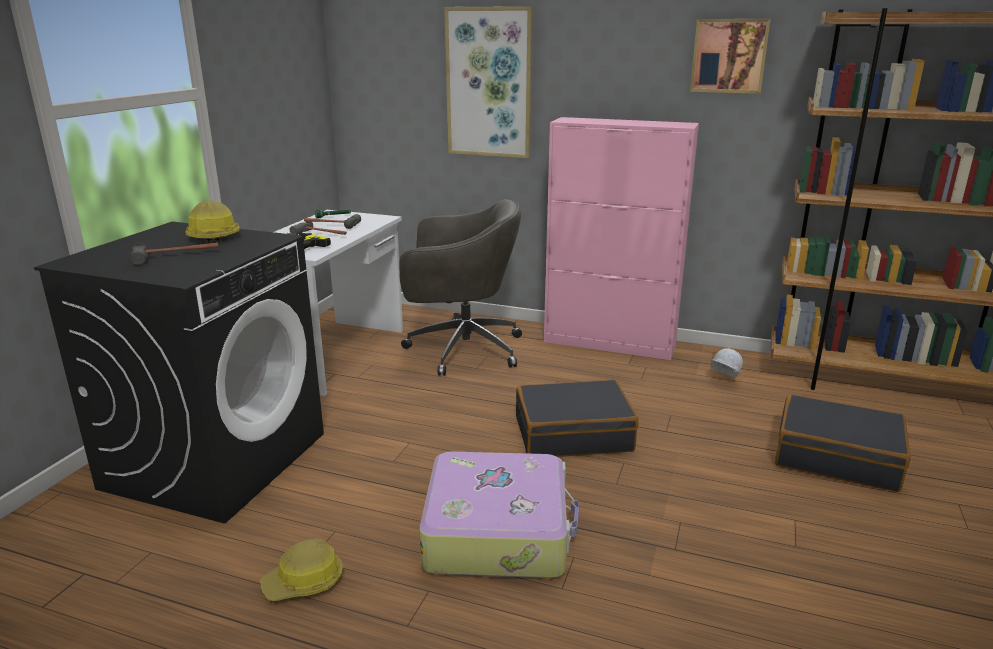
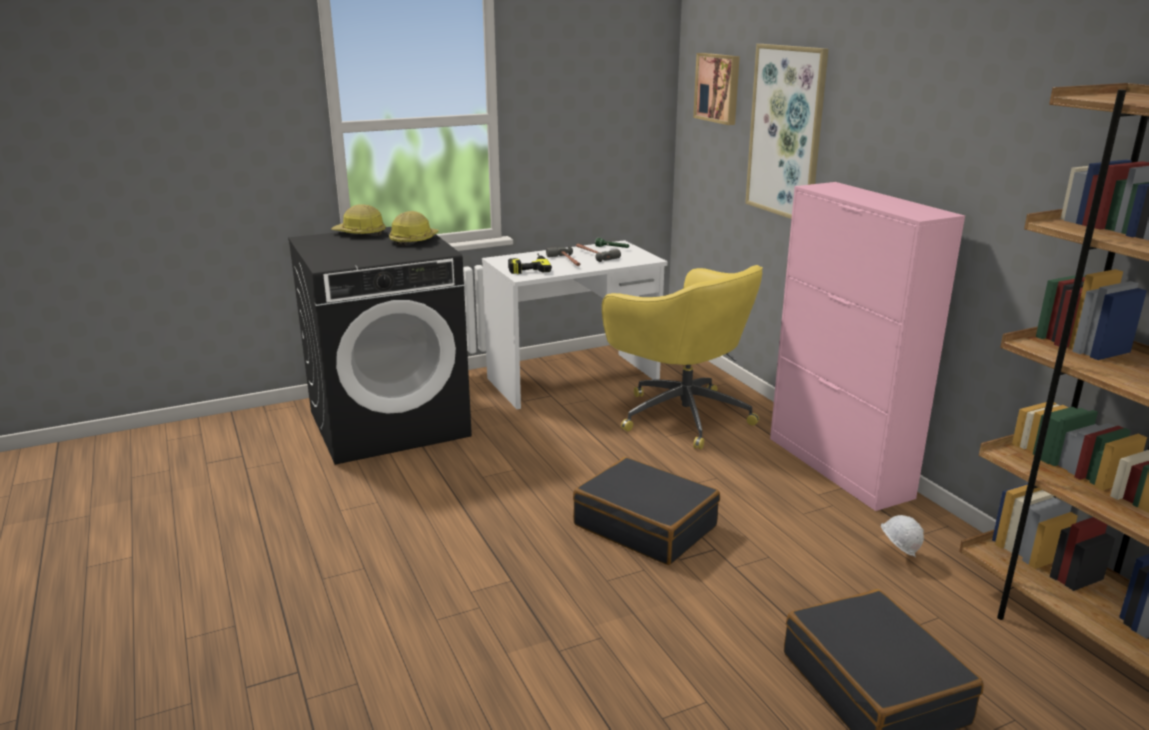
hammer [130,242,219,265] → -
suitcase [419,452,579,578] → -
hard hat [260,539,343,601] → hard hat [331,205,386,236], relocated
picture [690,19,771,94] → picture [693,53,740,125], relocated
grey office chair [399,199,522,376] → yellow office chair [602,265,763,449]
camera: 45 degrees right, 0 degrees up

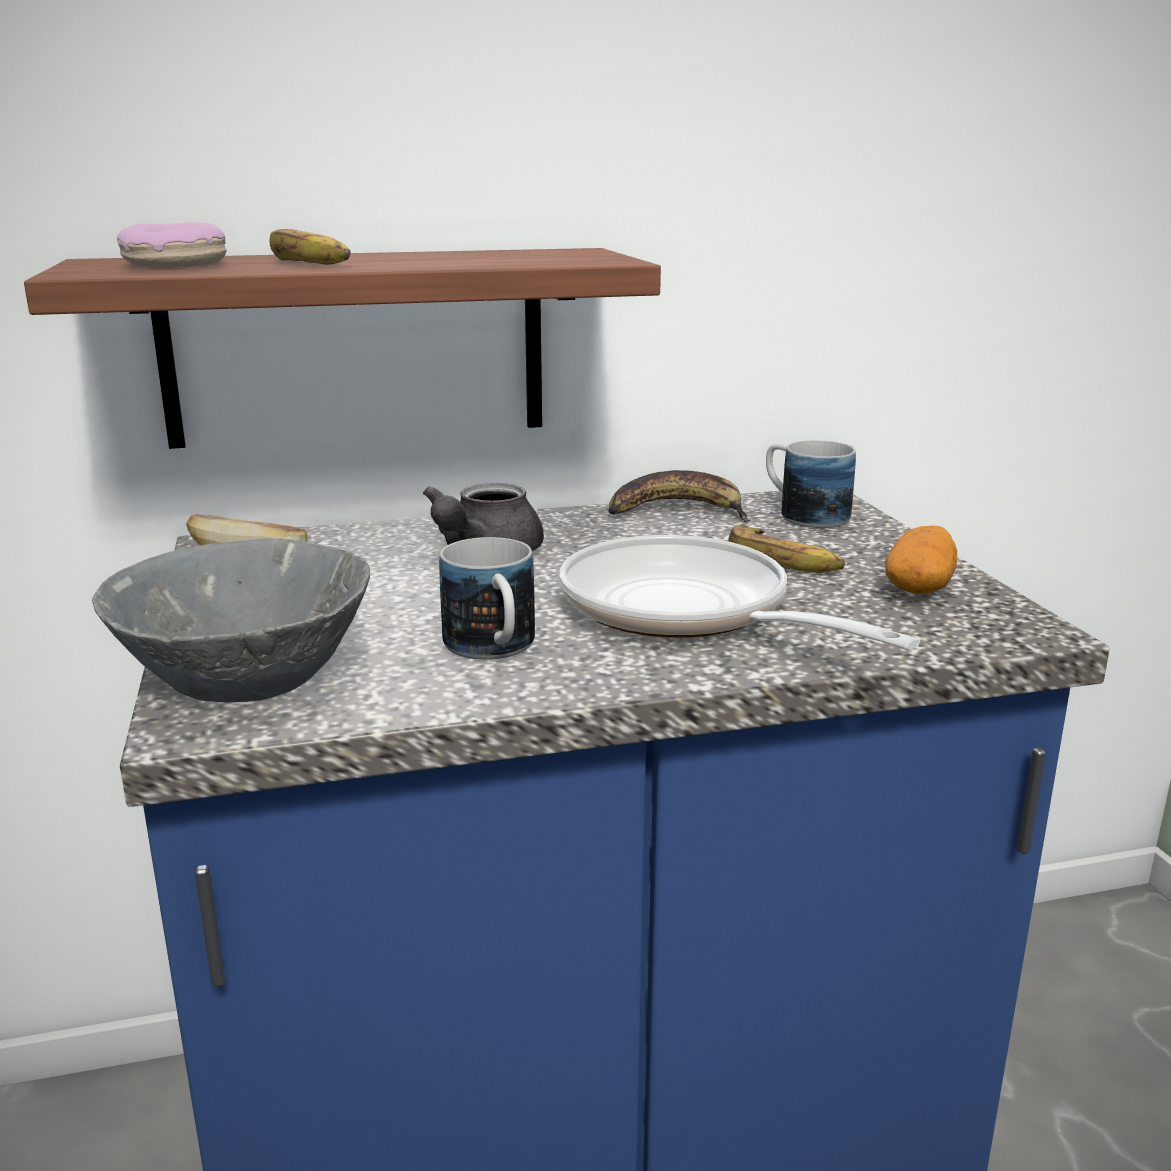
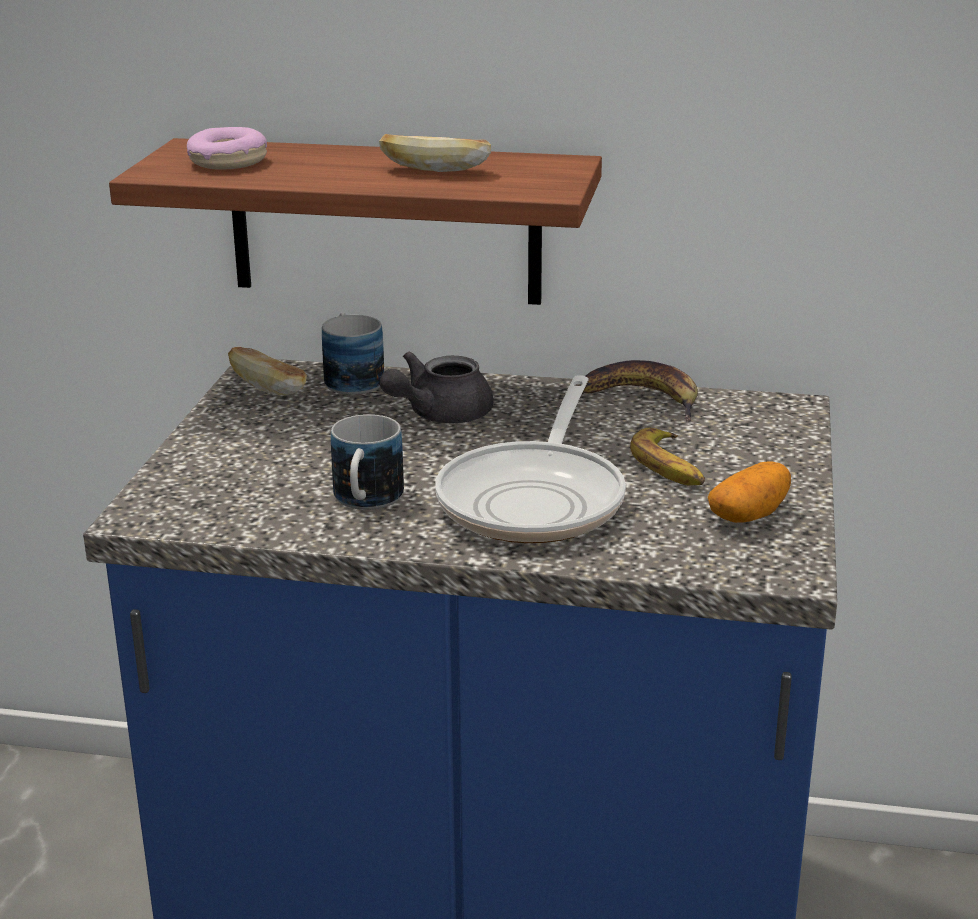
grey bowl [92,538,370,702] → -
banana [270,229,351,265] → -
- → bread [379,134,491,172]
mug [766,440,856,528] → mug [322,313,384,395], relocated
frying pan [559,535,920,650] → frying pan [435,375,626,543], 150 degrees counterclockwise
camera: 25 degrees right, 5 degrees up

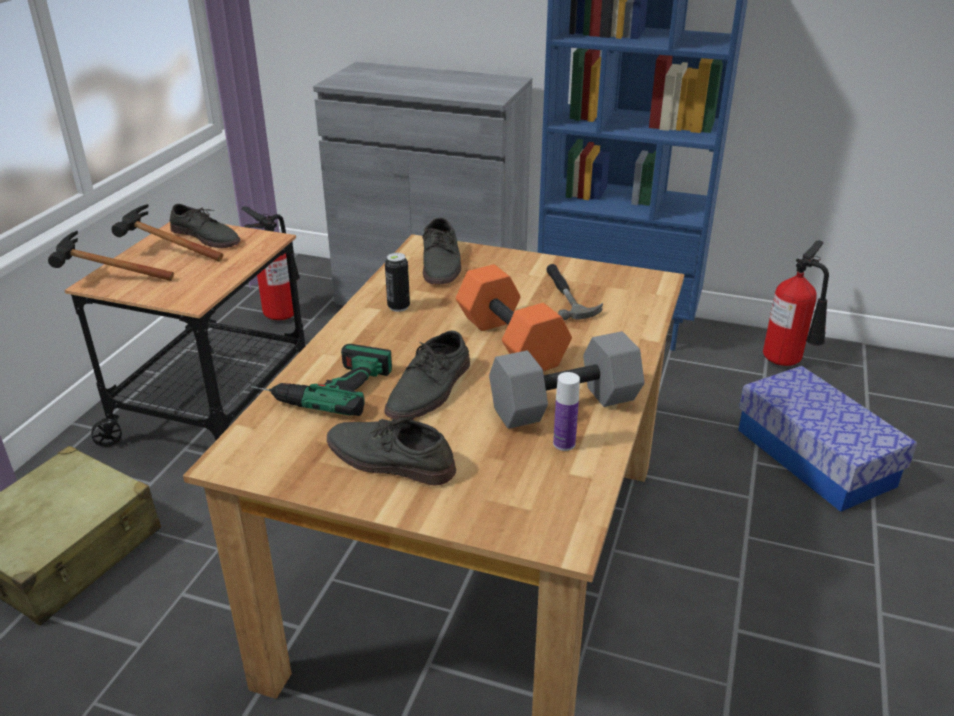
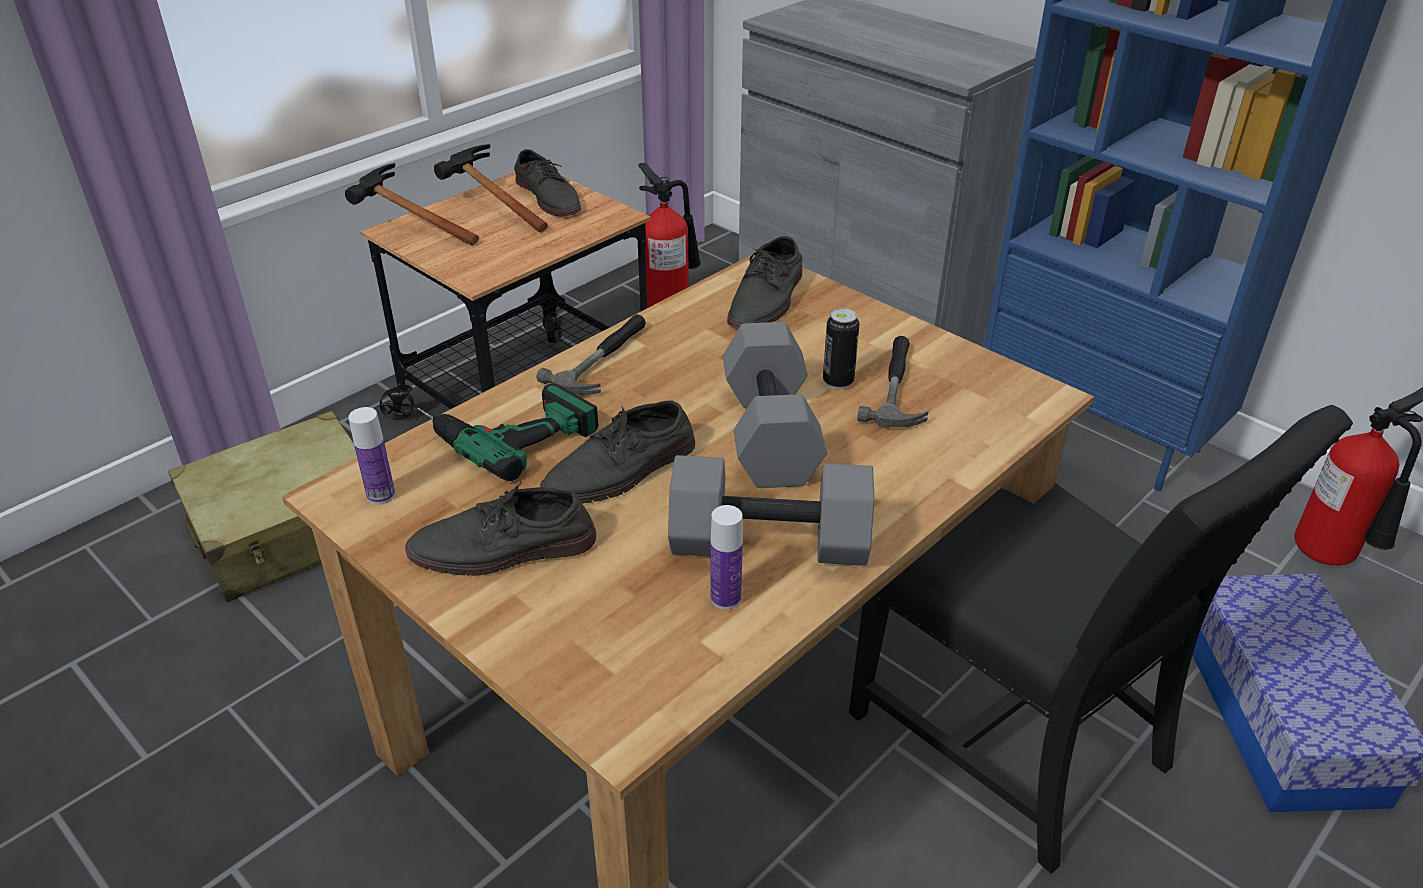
- → bottle [348,407,395,505]
- → hammer [536,314,646,395]
- → black chair [849,405,1353,874]
can [385,253,410,312] → can [823,308,860,389], relocated
orange dumbbell [456,264,572,371] → grey dumbbell [723,322,827,488]
grey shoe [327,416,456,486] → grey shoe [405,482,596,576], 60 degrees counterclockwise
camera: 25 degrees right, 5 degrees up

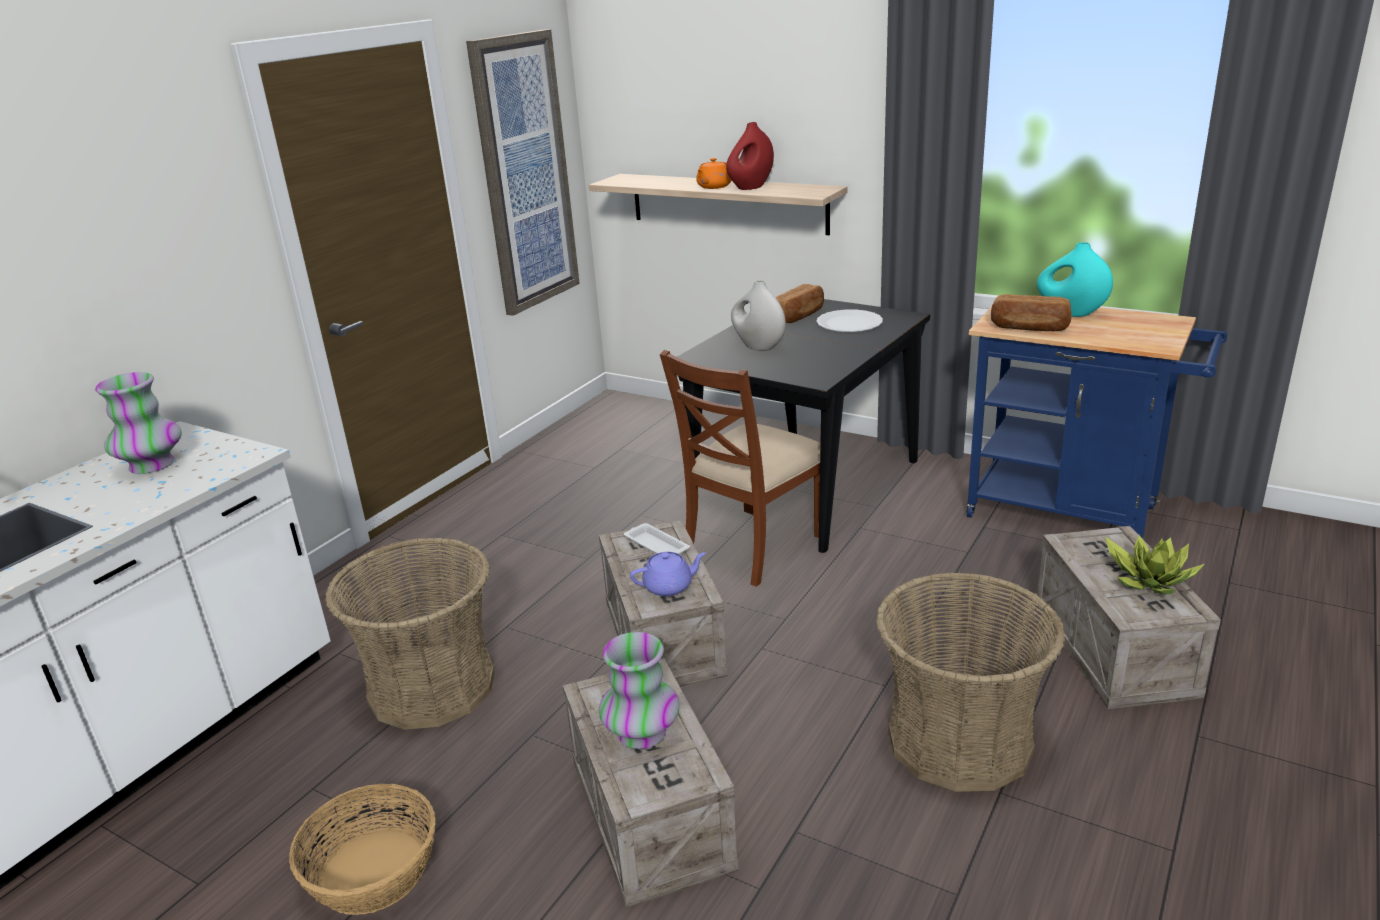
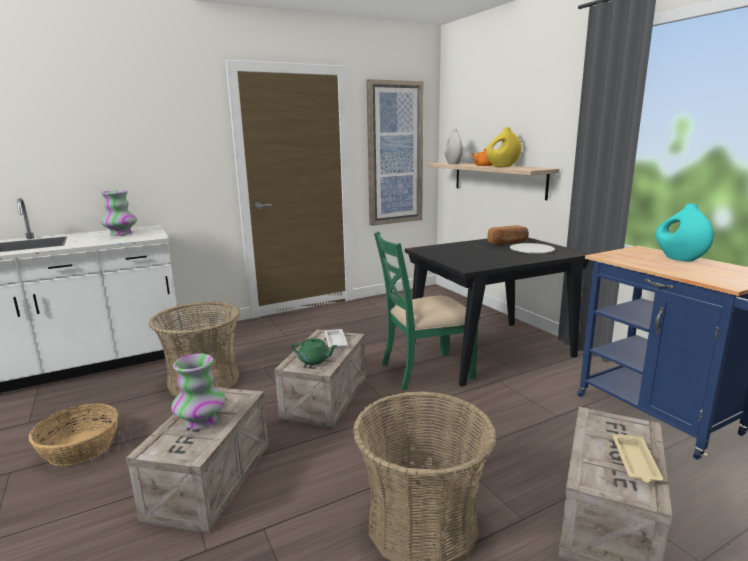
bread [991,294,1072,331] → -
white vase [731,280,786,351] → white vase [445,129,463,164], relocated
potted plant [1105,535,1204,594] → beige tray [613,434,663,483]
purple teapot [630,552,706,596] → green teapot [292,338,338,365]
brown chair [660,350,820,587] → green chair [374,232,479,391]
red vase [726,122,774,190] → yellow vase [486,127,522,167]
camera: 30 degrees right, 10 degrees down

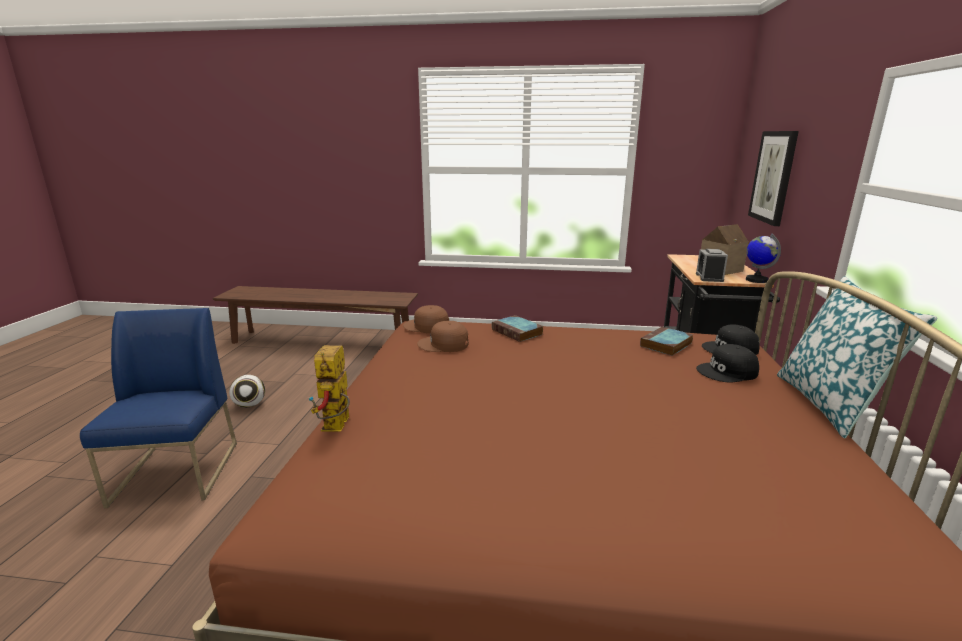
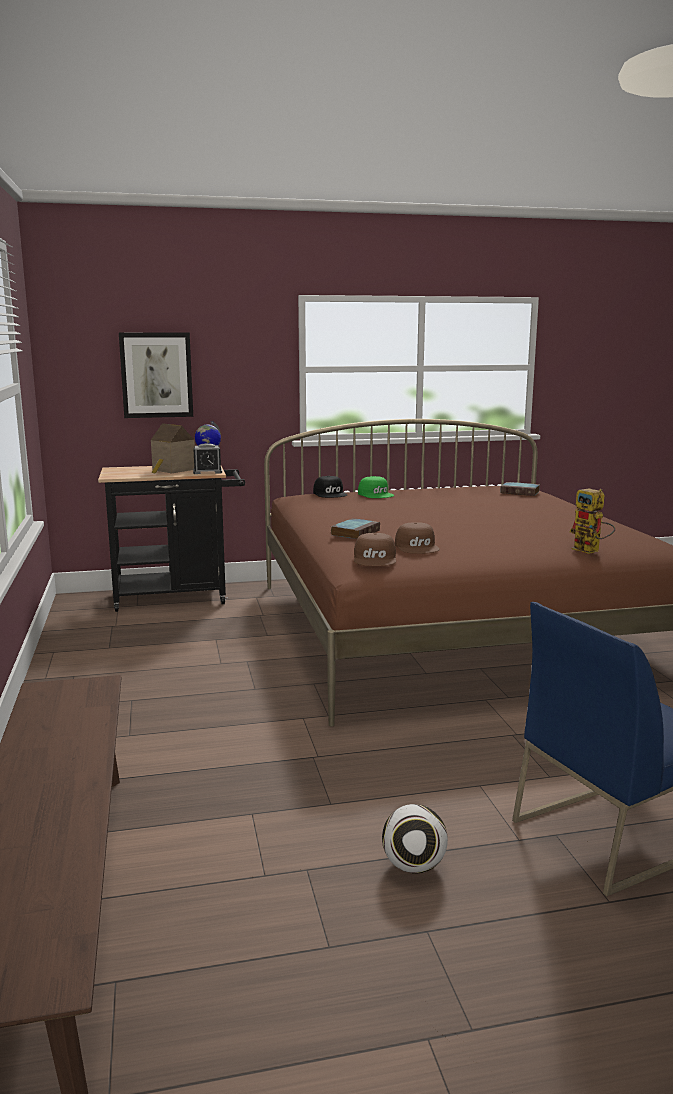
pillow [777,276,938,439] → -
book [640,327,693,356] → book [500,482,540,496], relocated
black cap [696,344,759,382] → green cap [358,476,394,498]
toy robot [309,345,350,431] → toy robot [569,489,615,554], 75 degrees clockwise
camera: 110 degrees left, 5 degrees down

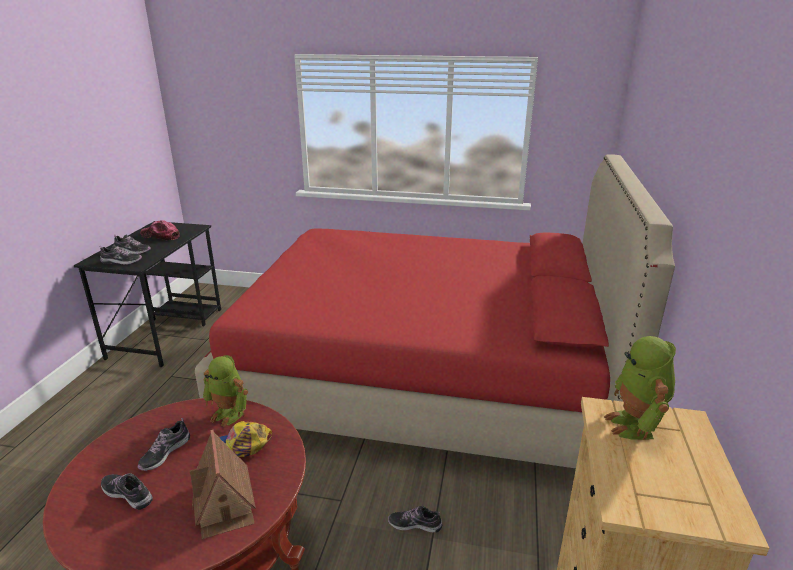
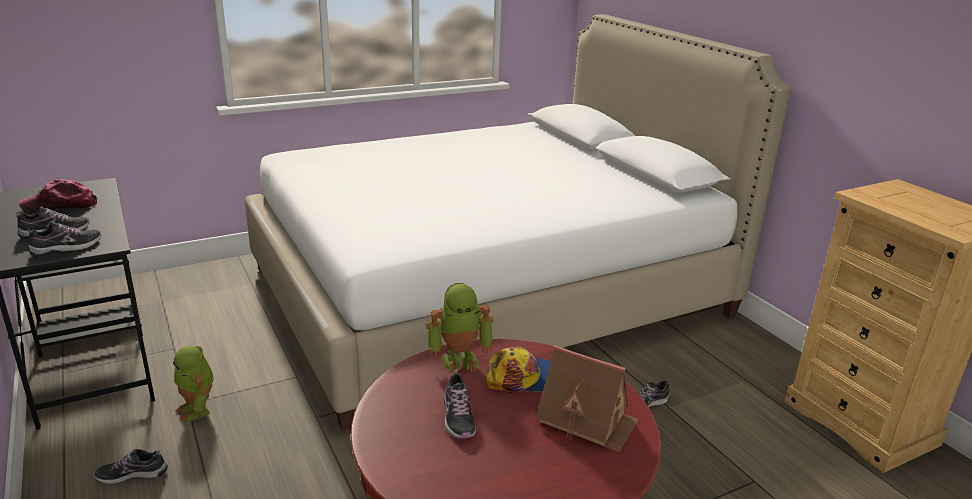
shoe [101,473,153,510] → shoe [94,449,168,484], relocated
toy robot [604,336,676,440] → toy robot [173,346,214,422], relocated
red bed [195,155,675,468] → white bed [245,14,791,430]
cap [219,421,272,457] → cap [485,347,550,393], 135 degrees counterclockwise
camera: 40 degrees left, 0 degrees up

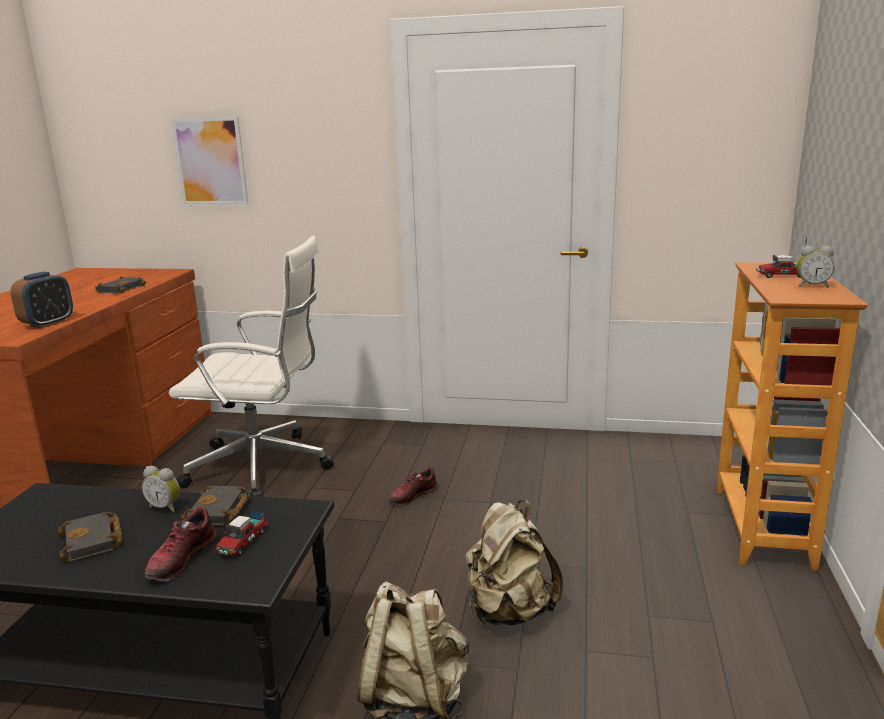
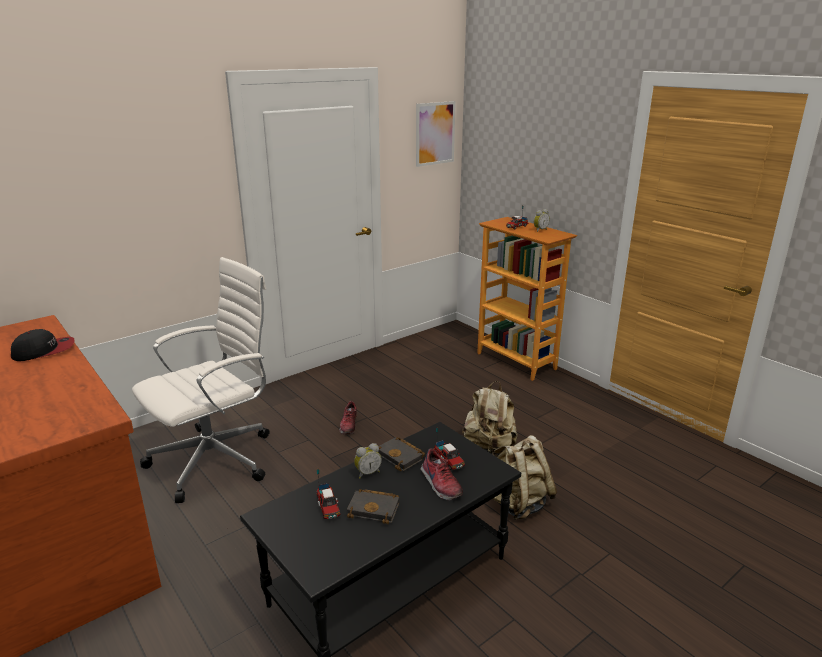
alarm clock [10,272,73,328] → -
- → toy truck [317,470,340,519]
picture [170,116,248,205] → picture [416,101,456,167], relocated
black book [95,276,146,294] → cap [11,329,74,361]
camera: 50 degrees left, 5 degrees up

